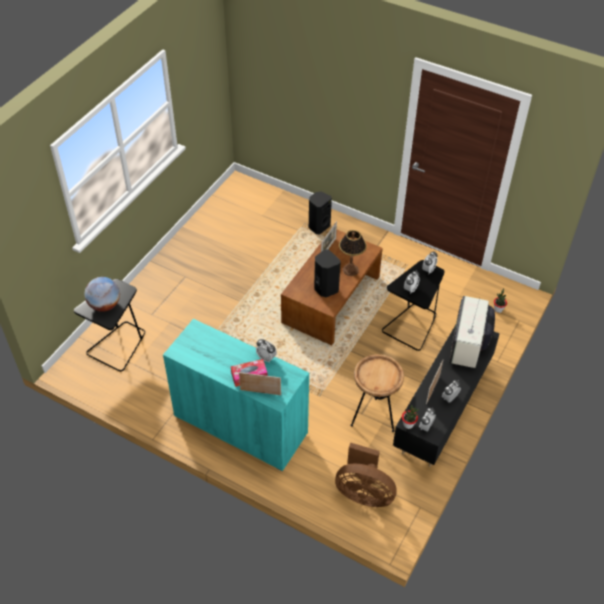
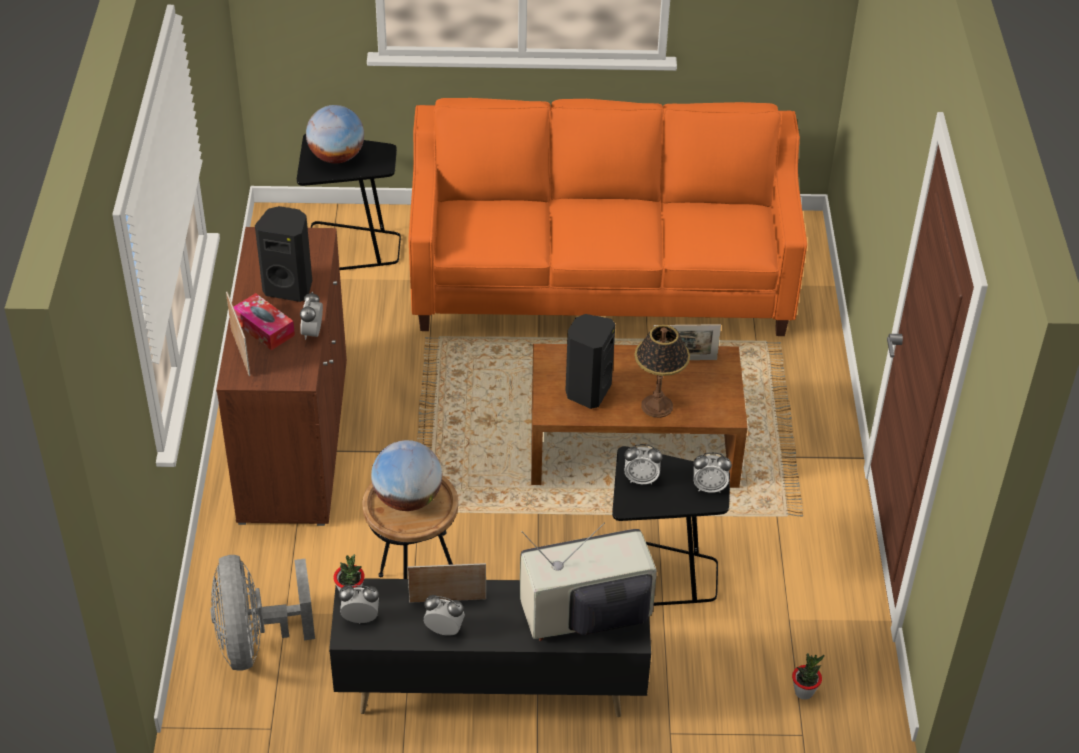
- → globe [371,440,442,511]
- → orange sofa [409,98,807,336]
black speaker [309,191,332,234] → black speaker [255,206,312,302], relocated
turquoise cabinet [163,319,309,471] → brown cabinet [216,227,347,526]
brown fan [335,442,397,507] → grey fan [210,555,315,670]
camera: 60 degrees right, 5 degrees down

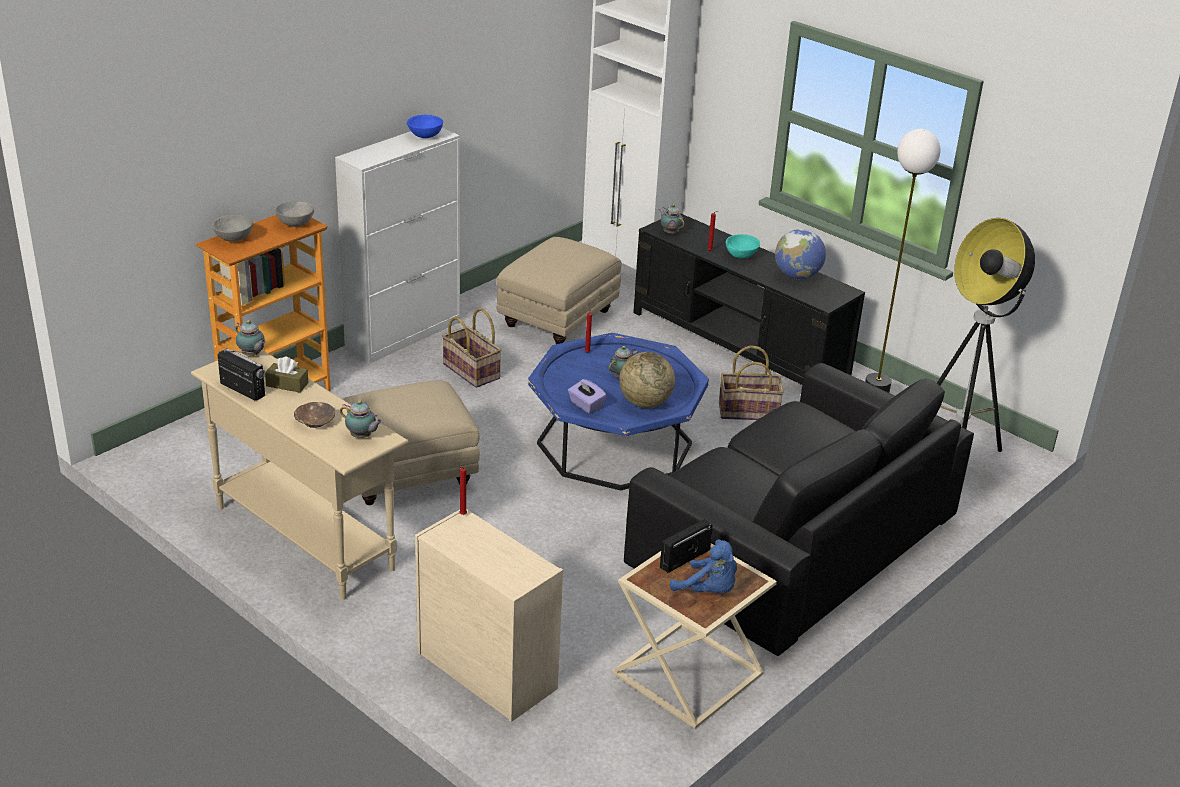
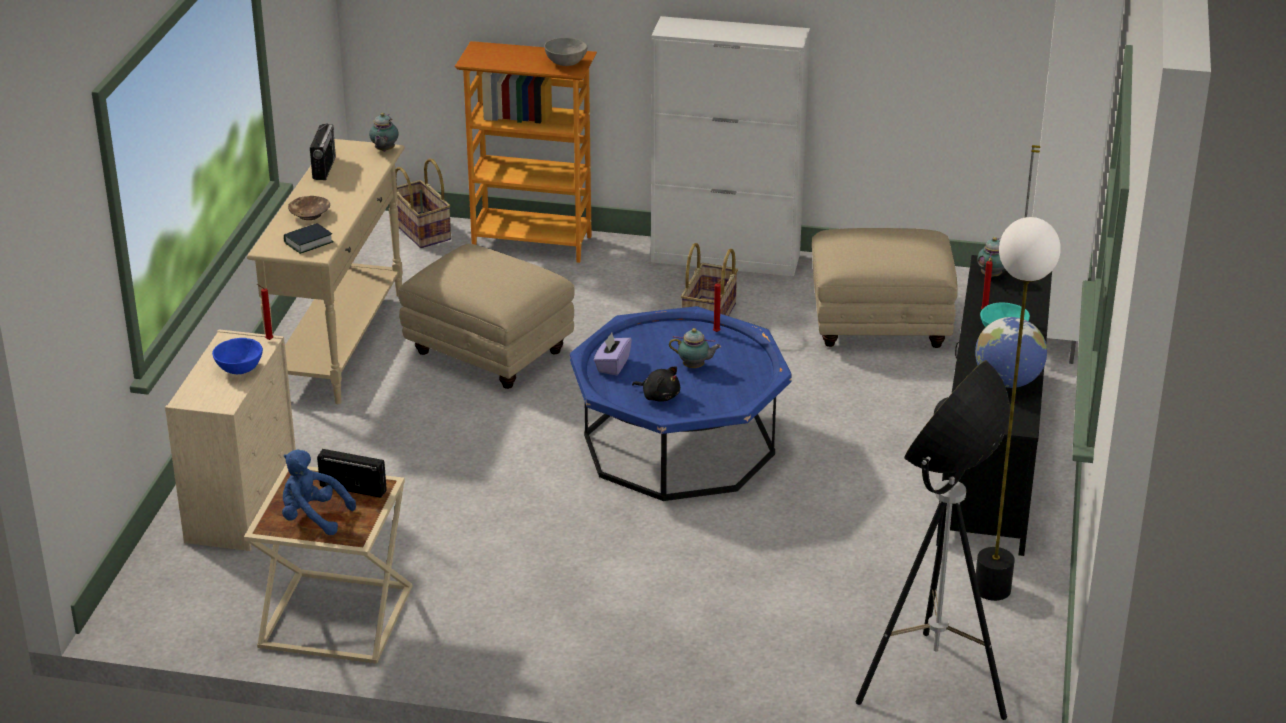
grey bowl [212,215,253,242] → -
brown tissue box [265,357,308,393] → -
black sofa [624,363,974,656] → -
blue bowl [407,115,443,138] → blue bowl [212,338,263,374], relocated
basket [719,345,784,420] → basket [395,158,451,248], relocated
teapot [340,400,383,438] → book [284,223,334,254]
globe [619,352,675,408] → black plush toy [632,366,680,402]
blue plush toy [670,540,737,593] → blue plush toy [282,450,356,535], 105 degrees clockwise
camera: 60 degrees right, 0 degrees up

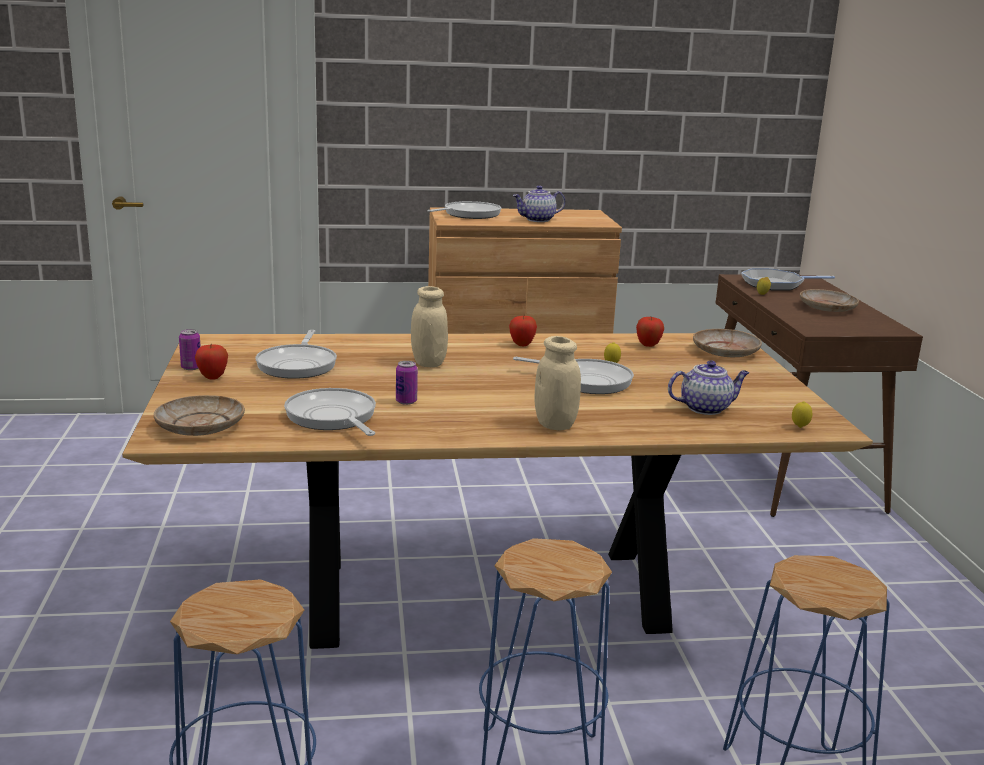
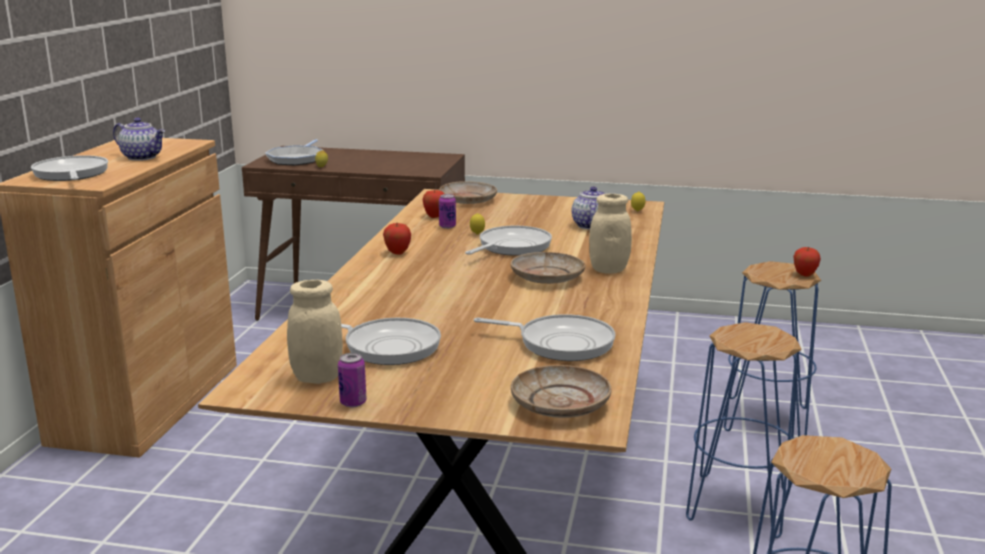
apple [195,344,228,379] → apple [793,247,821,277], relocated
can [396,361,418,405] → can [439,194,456,229], relocated
beige jar [411,286,448,367] → beige jar [287,280,343,384], relocated
beige plate [800,289,859,312] → beige plate [511,252,585,284], relocated
frying pan [284,388,376,436] → frying pan [474,314,616,361], 150 degrees counterclockwise
teapot [513,185,565,222] → teapot [113,118,165,161], 60 degrees counterclockwise
camera: 70 degrees left, 0 degrees up

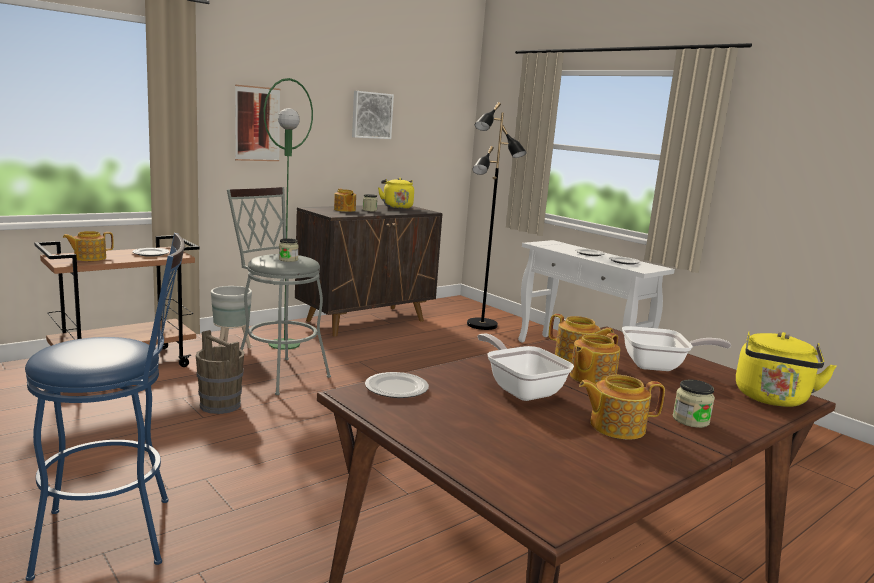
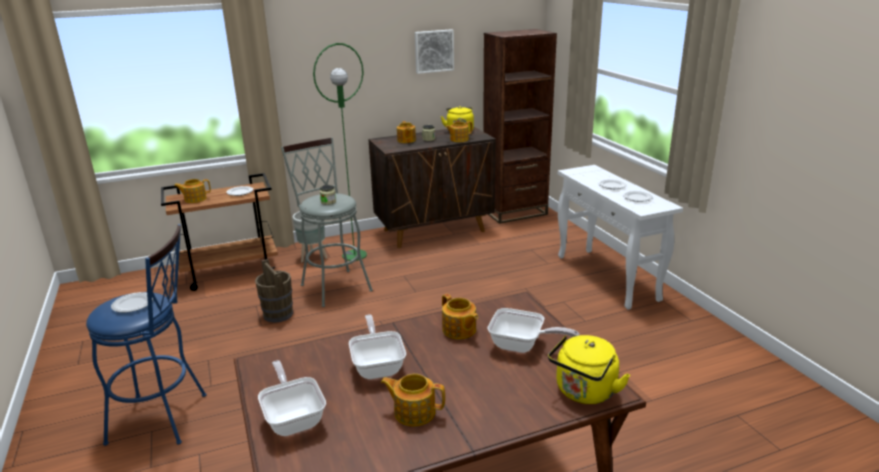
picture [235,85,281,161] → -
black floor lamp [467,102,527,330] → -
jar [673,379,715,428] → -
- → frying pan [258,360,326,436]
- → brown bookcase [483,29,557,224]
plate [365,372,429,398] → plate [111,292,153,313], relocated
teapot [570,333,620,384] → teapot [445,121,472,142], relocated
camera: 20 degrees right, 10 degrees up

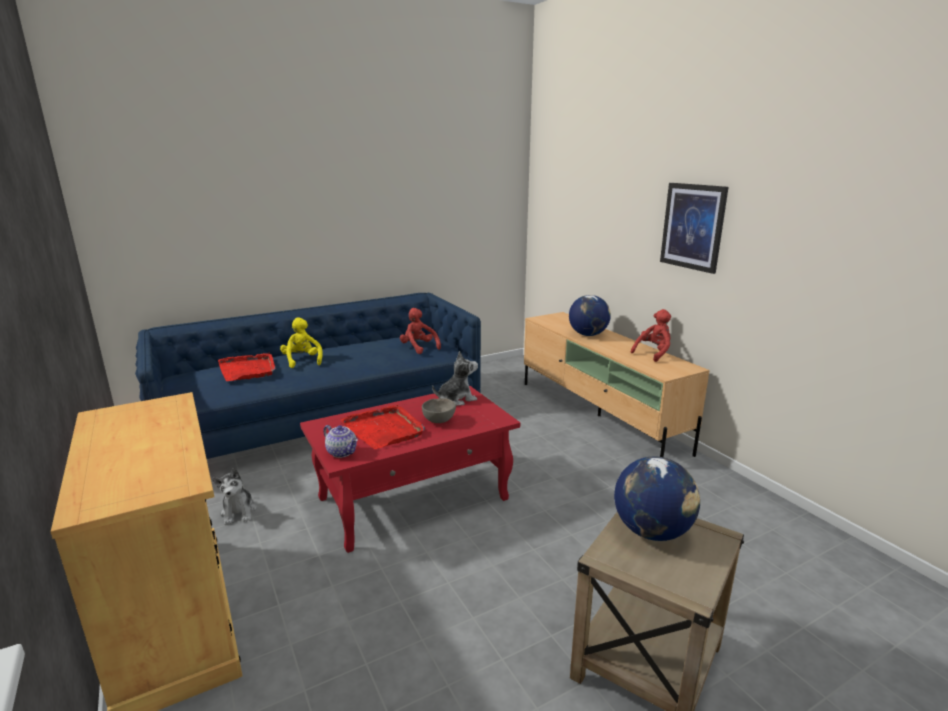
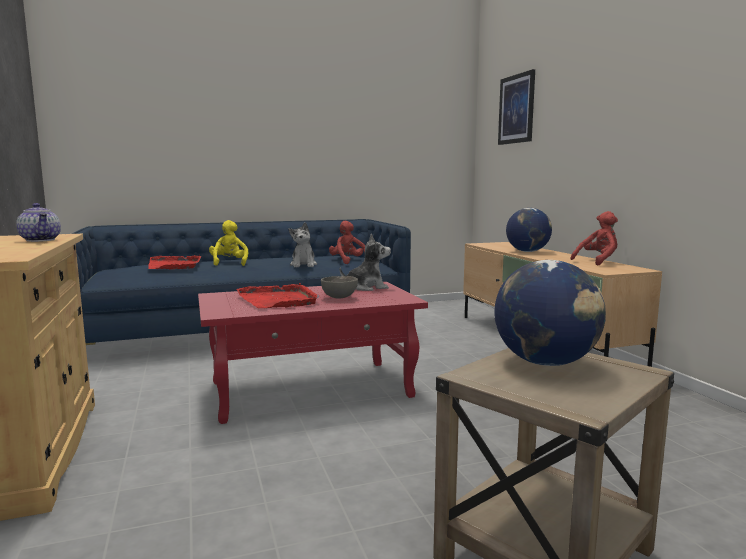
plush toy [212,468,257,525] → plush toy [289,222,317,267], relocated
teapot [323,425,358,458] → teapot [16,203,61,242], relocated
picture [660,183,728,274] → picture [498,69,535,145], relocated
camera: 10 degrees right, 10 degrees down

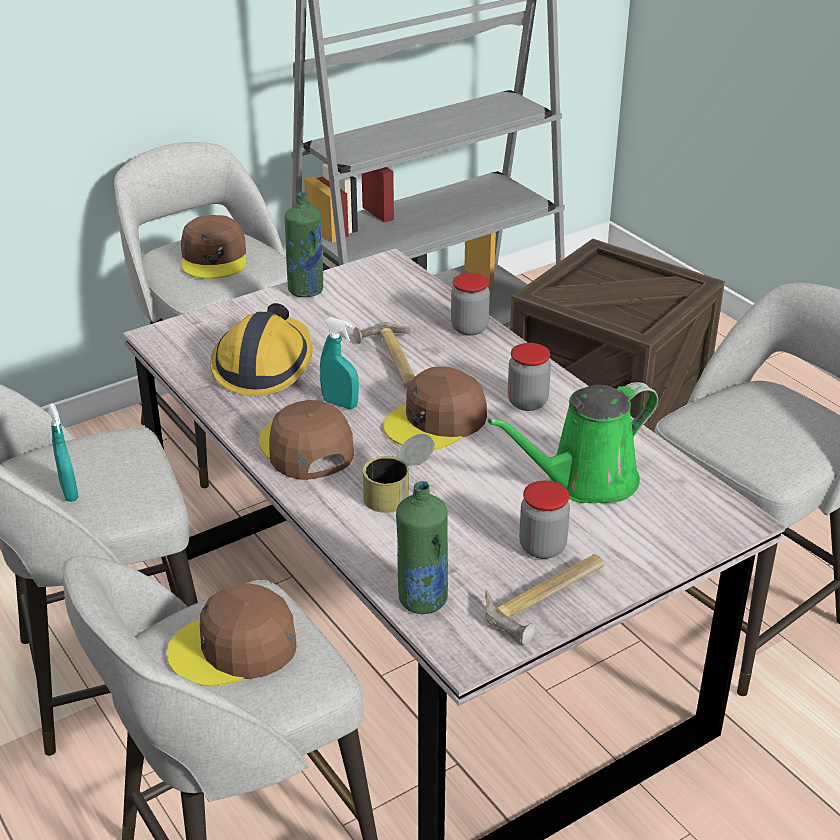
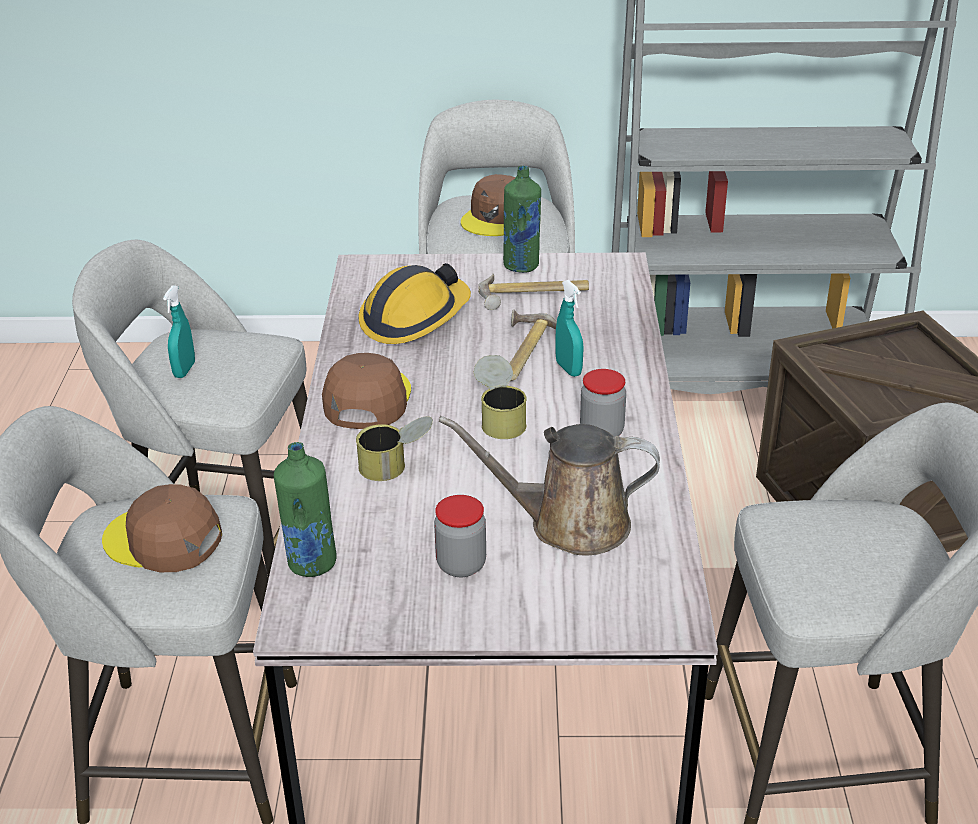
jar [451,273,490,336] → -
turquoise spray bottle [320,317,359,409] → turquoise spray bottle [555,280,584,377], relocated
hammer [485,554,604,645] → hammer [478,273,589,310], relocated
brown cap [383,366,487,450] → can [474,355,527,439]
green watering can [488,382,658,503] → brown watering can [439,416,660,556]
camera: 35 degrees right, 0 degrees up

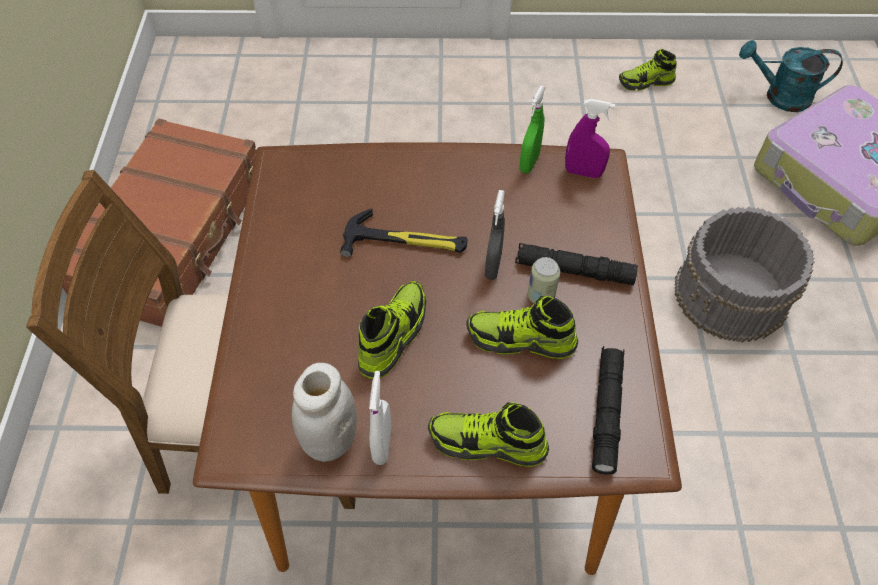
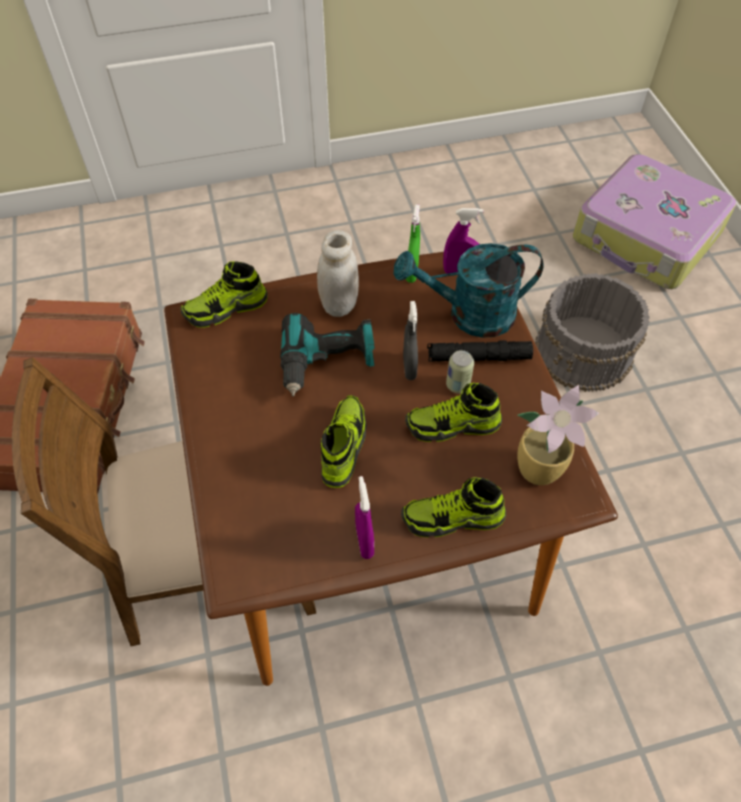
white jar [292,363,357,462] → white jar [317,230,359,317], relocated
shoe [619,49,677,91] → shoe [181,261,268,328], relocated
turquoise watering can [739,40,843,112] → turquoise watering can [394,243,544,338], relocated
hammer [340,208,467,257] → power drill [280,313,375,397]
black flashlight [592,346,625,475] → potted plant [517,385,599,485]
white spray bottle [369,371,391,465] → purple spray bottle [355,476,374,559]
camera: 15 degrees left, 0 degrees up

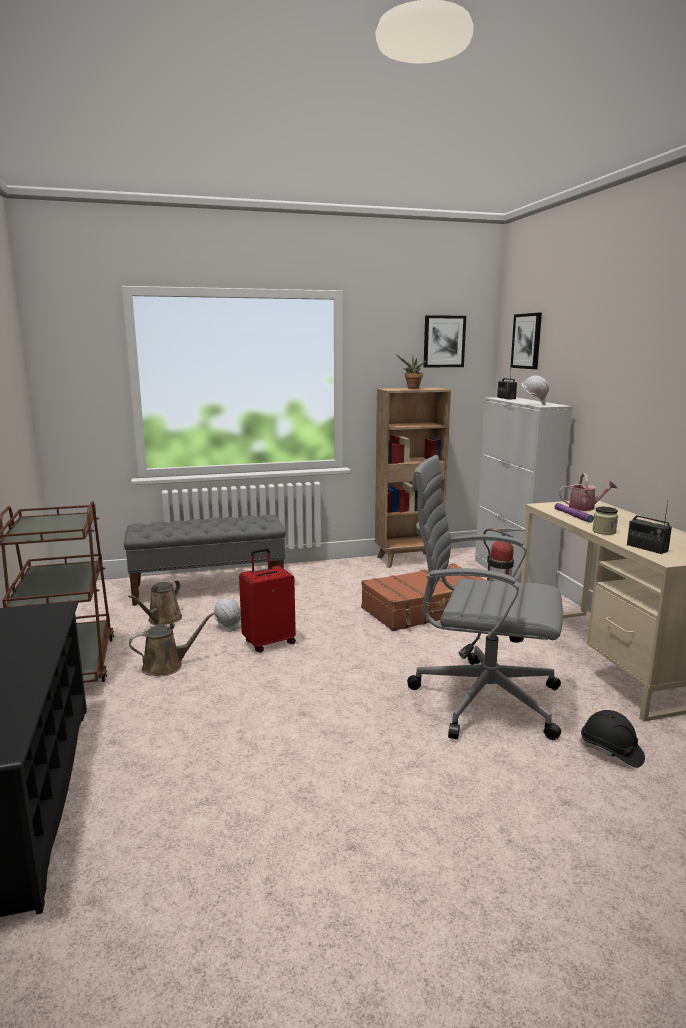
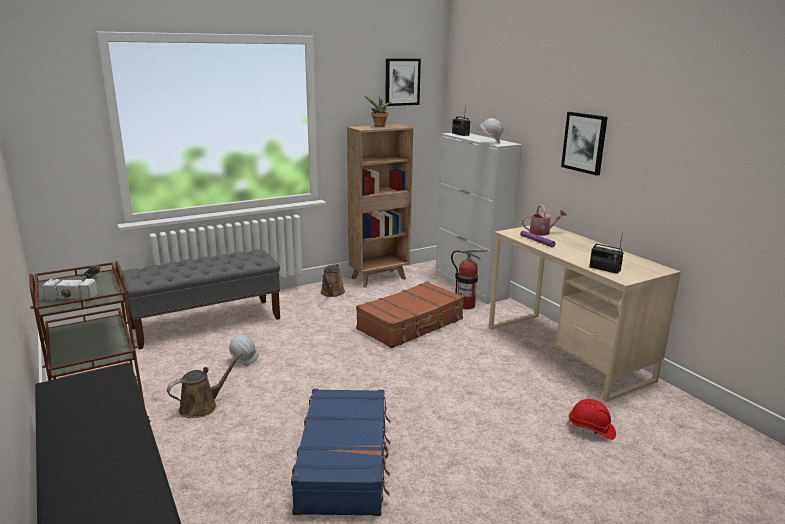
red suitcase [239,548,296,653] → -
grey office chair [407,455,563,740] → -
jar [592,507,618,535] → -
- → hammer [42,265,100,301]
- → blue suitcase [291,389,390,516]
brown watering can [128,580,182,625] → brown watering can [321,264,345,297], relocated
picture [510,313,542,369] → picture [561,112,608,176], relocated
black hard hat [580,710,645,768] → red hard hat [567,399,616,440]
camera: 15 degrees left, 5 degrees up

